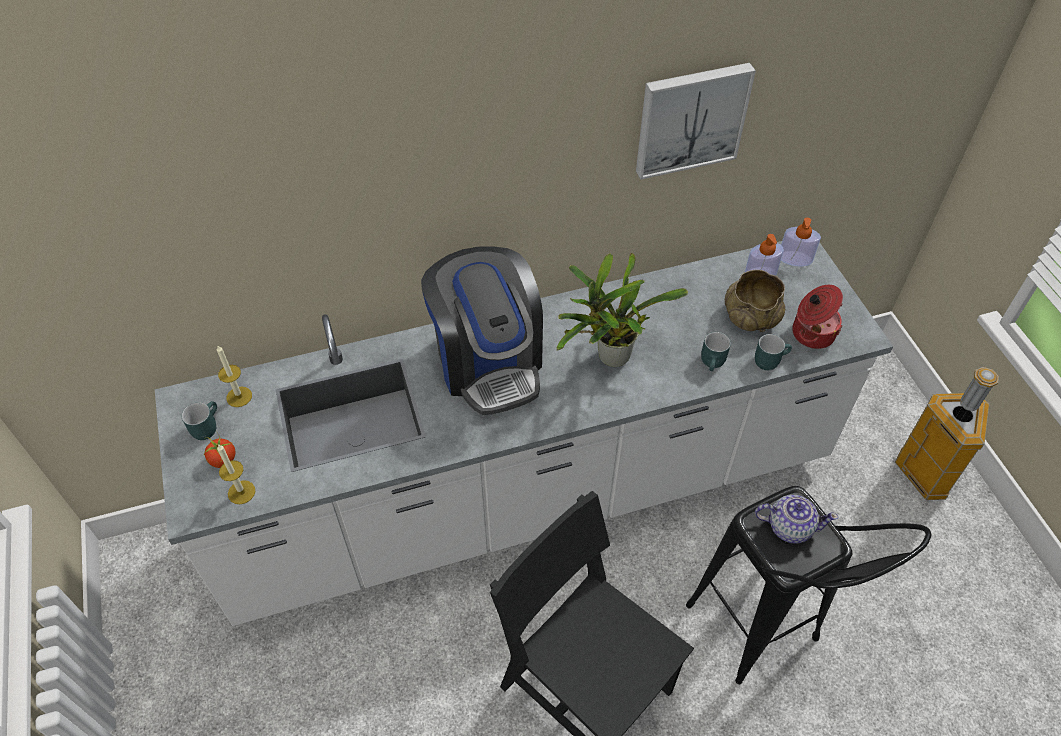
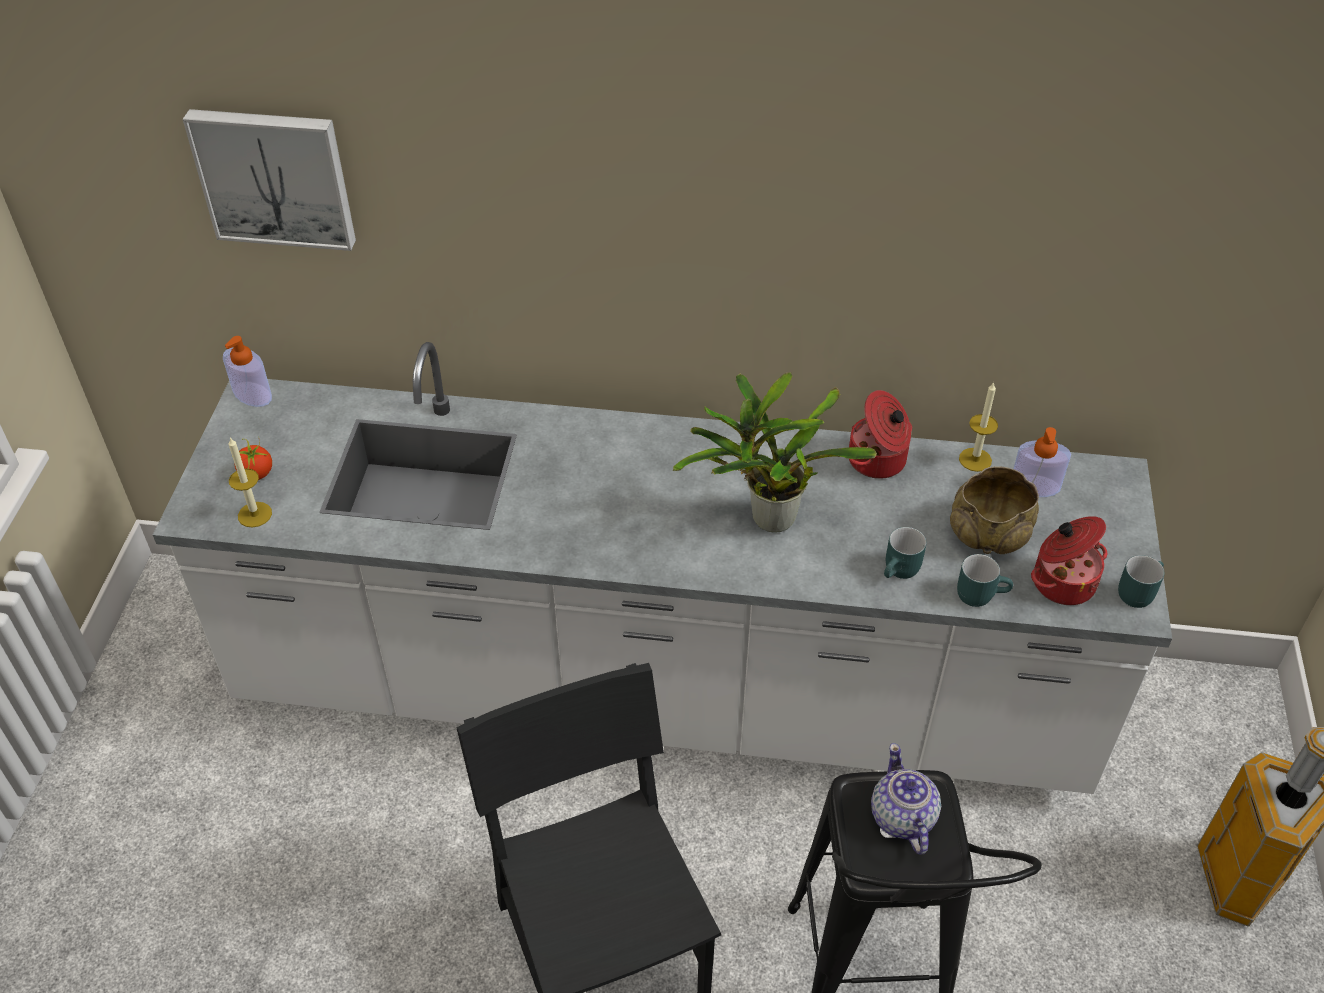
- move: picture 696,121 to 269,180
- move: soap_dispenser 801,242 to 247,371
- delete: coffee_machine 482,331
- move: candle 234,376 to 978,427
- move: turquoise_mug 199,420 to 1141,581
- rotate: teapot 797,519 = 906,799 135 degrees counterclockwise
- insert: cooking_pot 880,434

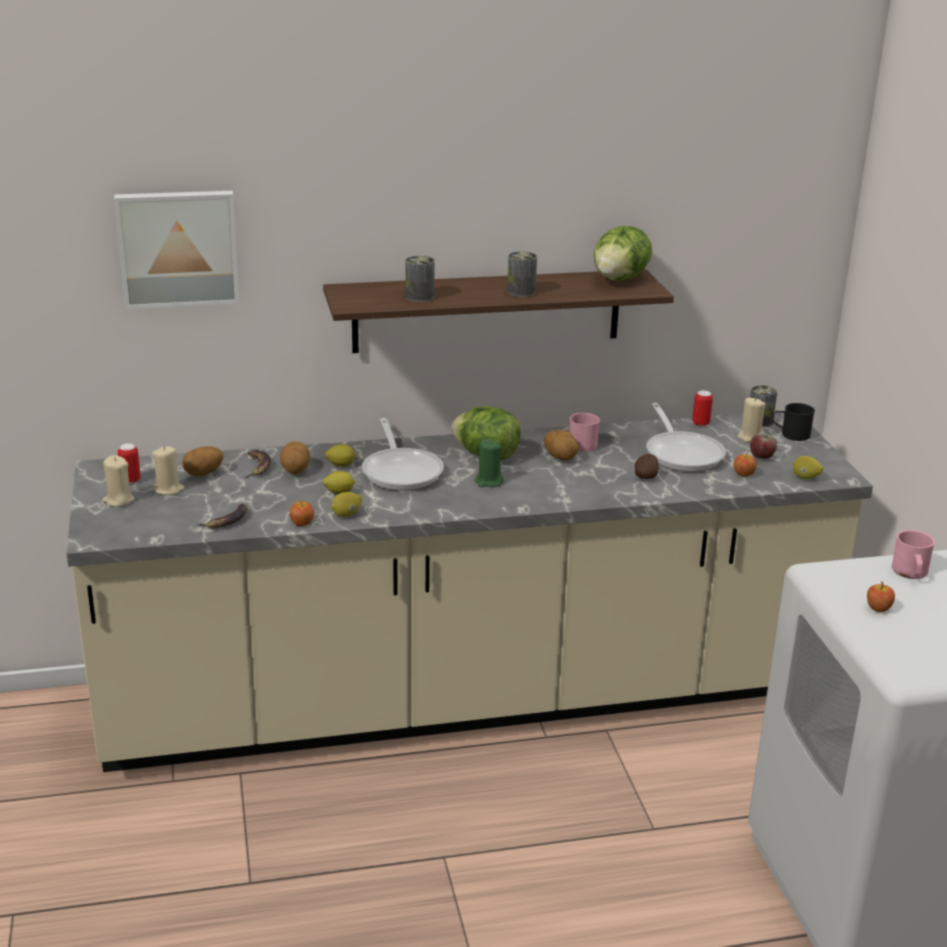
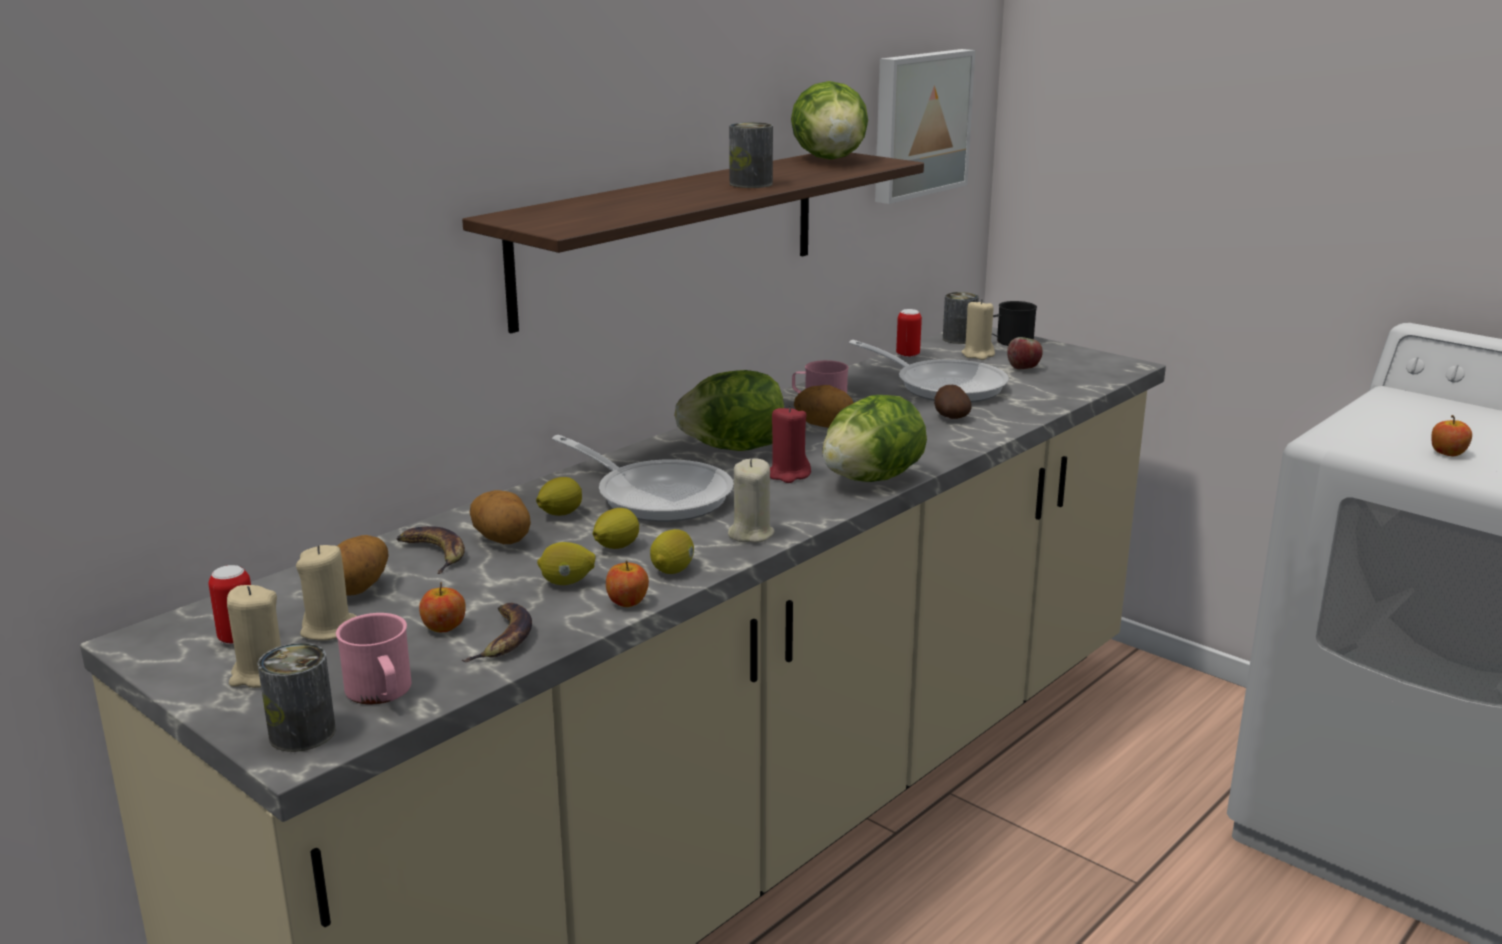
- move: picture 177,250 to 925,126
- move: can 420,279 to 296,697
- recolor: green_candle 489,463 to red_candle 790,444
- move: apple 745,464 to 442,607
- move: lemon 808,467 to 566,563
- move: pink_mug 913,554 to 374,658
- insert: lettuce 874,438
- insert: beige_candle 751,501

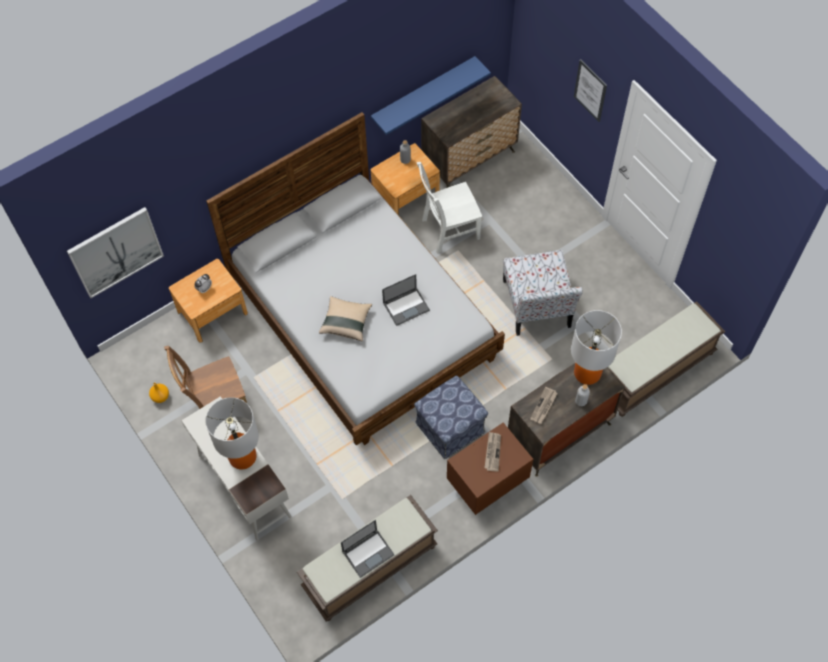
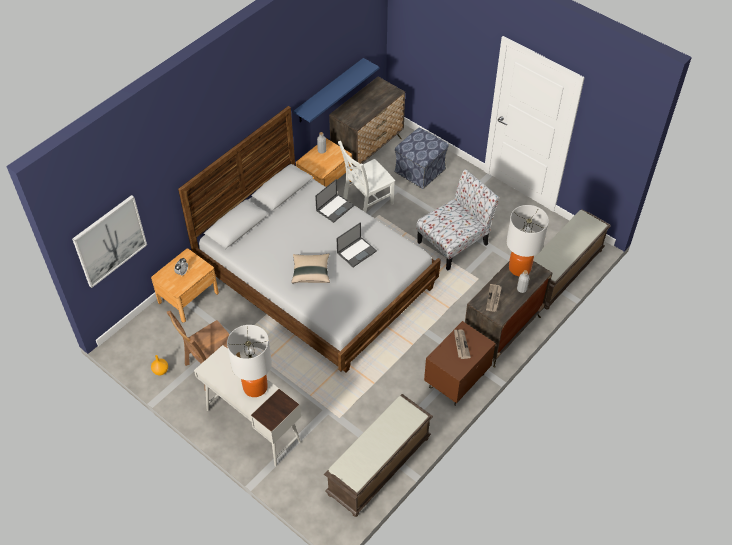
- delete: picture 590,90
- rotate: chair 543,293 = 458,220 105 degrees counterclockwise
- move: ottoman 451,417 to 422,158
- move: laptop 368,549 to 334,201

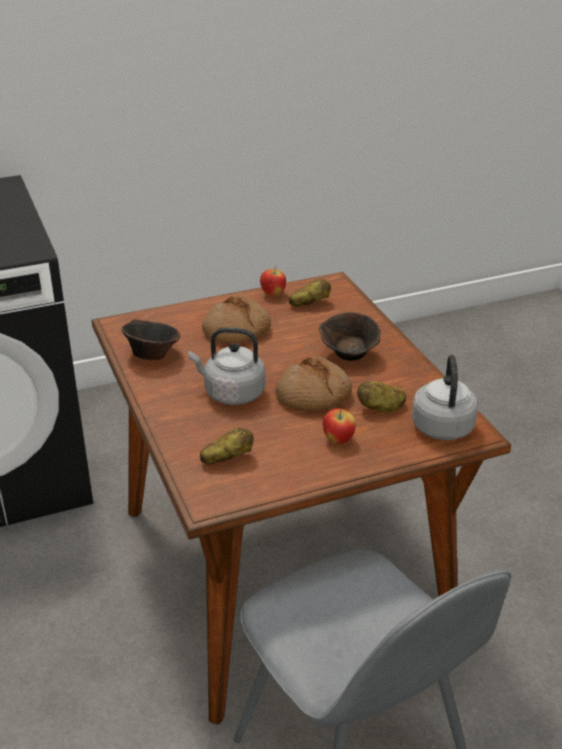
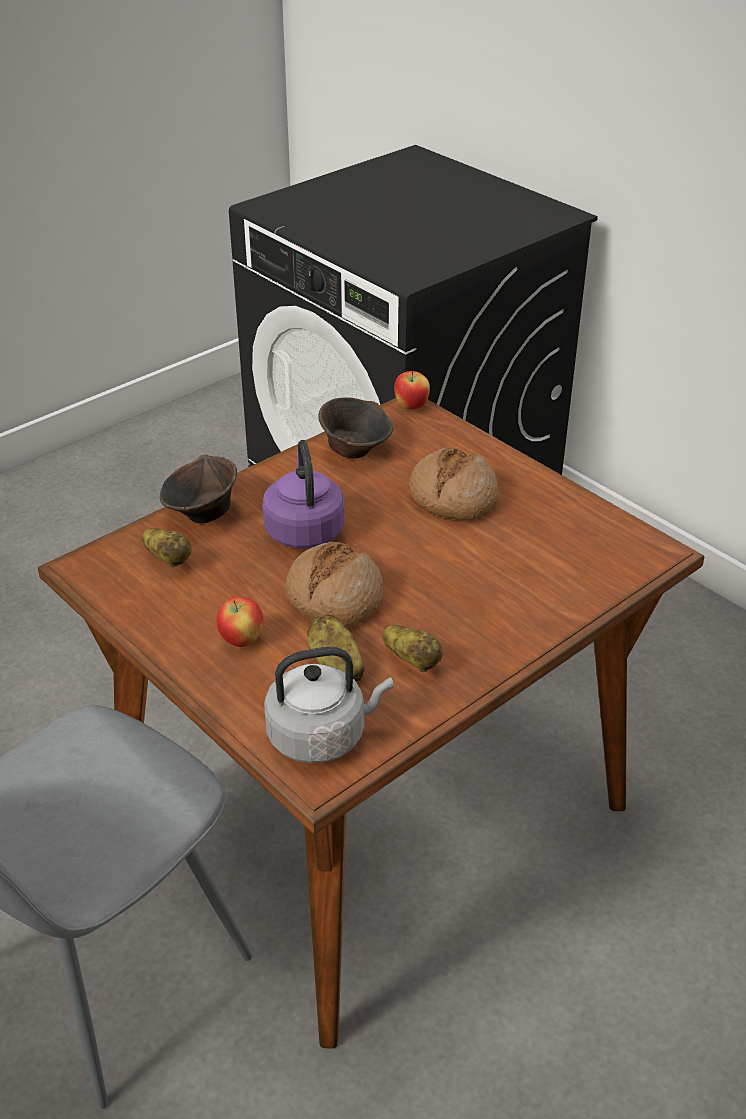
- move: apple 273,281 to 412,390
- move: potato 310,293 to 412,648
- move: brown_bowl 349,336 to 198,488
- recolor: grey_kettle 227,366 to purple_kettle 303,494

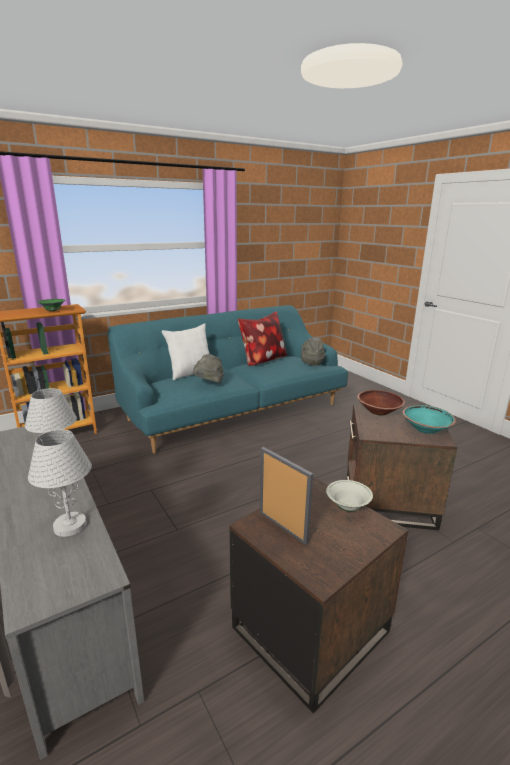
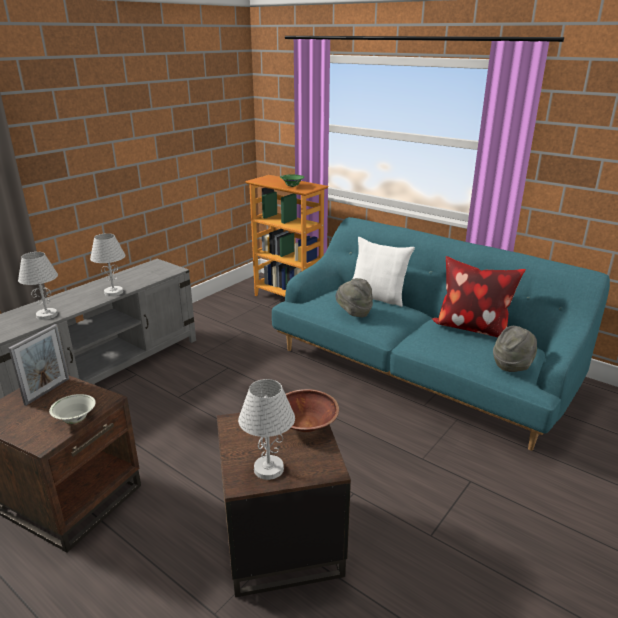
- replace: turquoise_bowl 429,419 to white_table_lamp 266,429

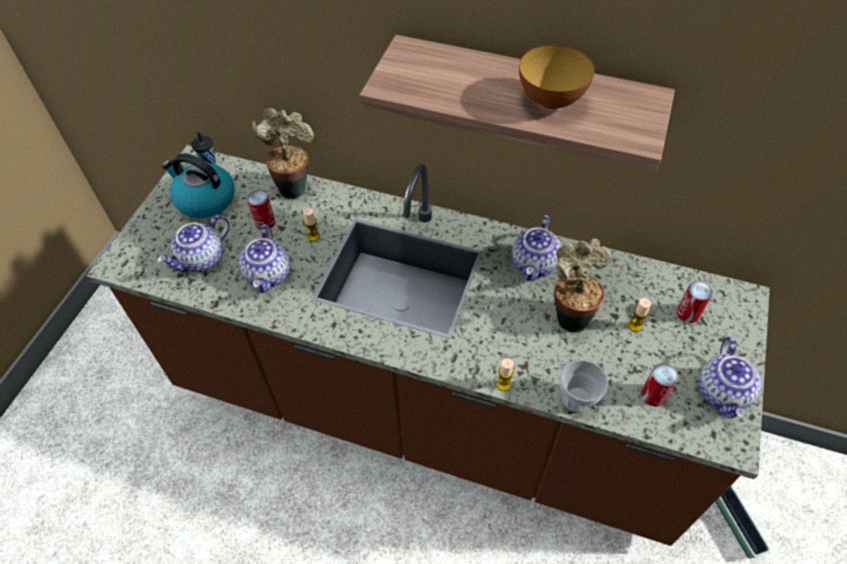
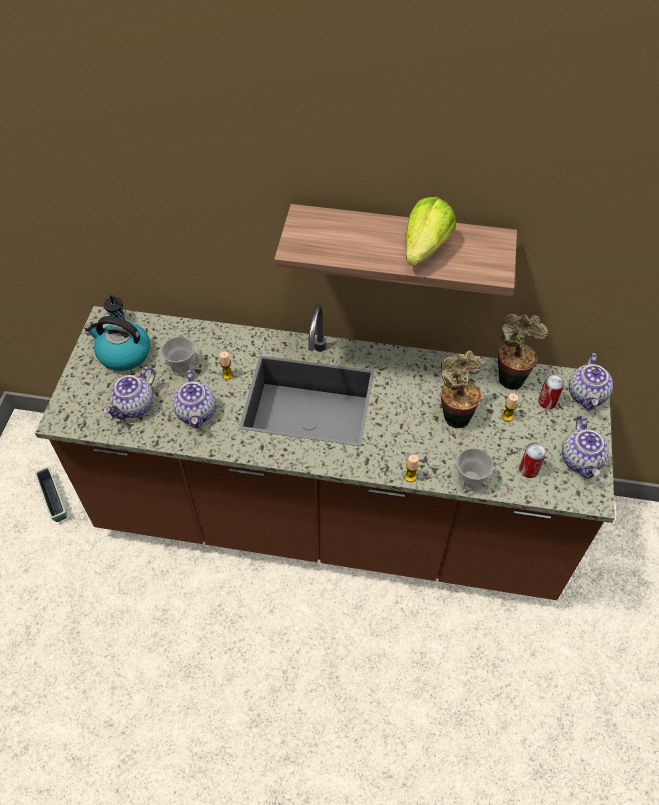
- replace: bowl 557,77 to lettuce 430,231
- move: potted_plant 283,153 to 523,352
- replace: can 261,210 to cup 178,356
- move: teapot 536,247 to 591,381
- move: planter 743,521 to 51,494

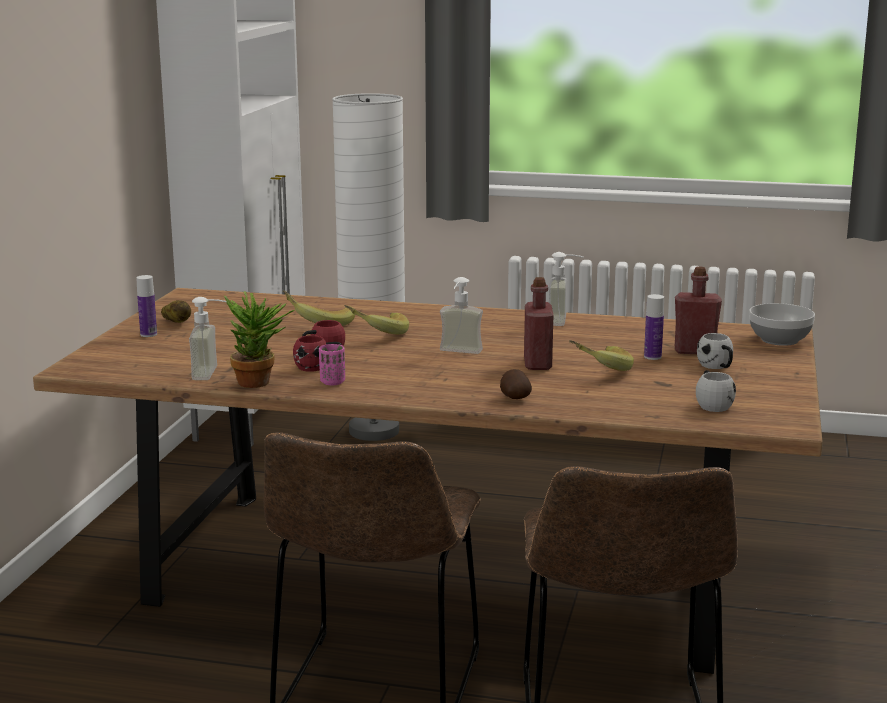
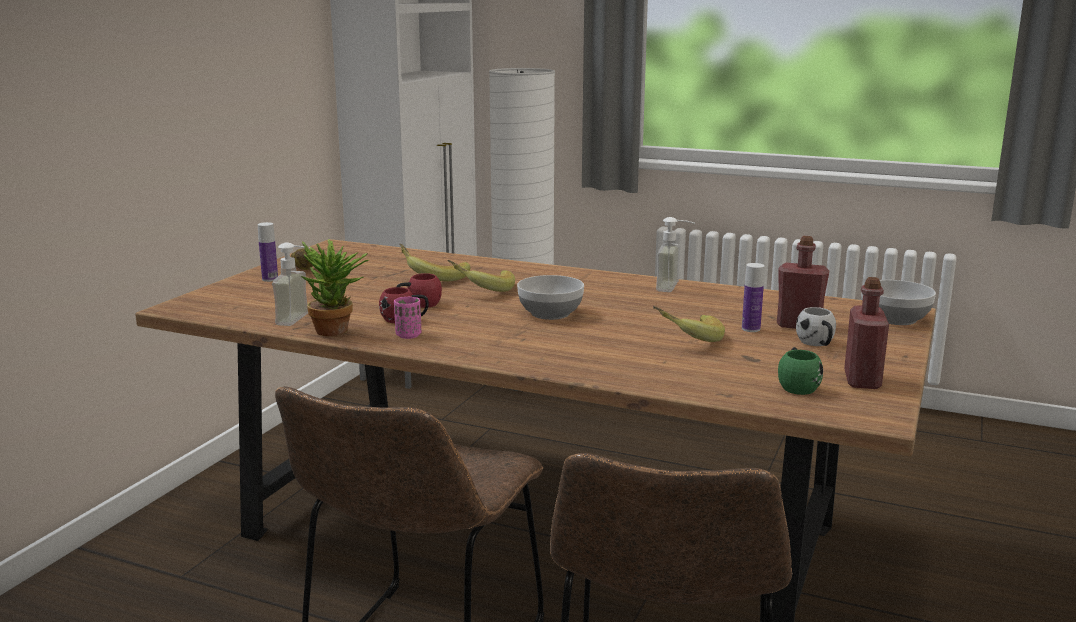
- replace: soap_dispenser 461,315 to bowl 550,297
- move: red_bottle 538,323 to 866,333
- delete: potato 516,384
- recolor: white_mug 716,391 to green_mug 800,371

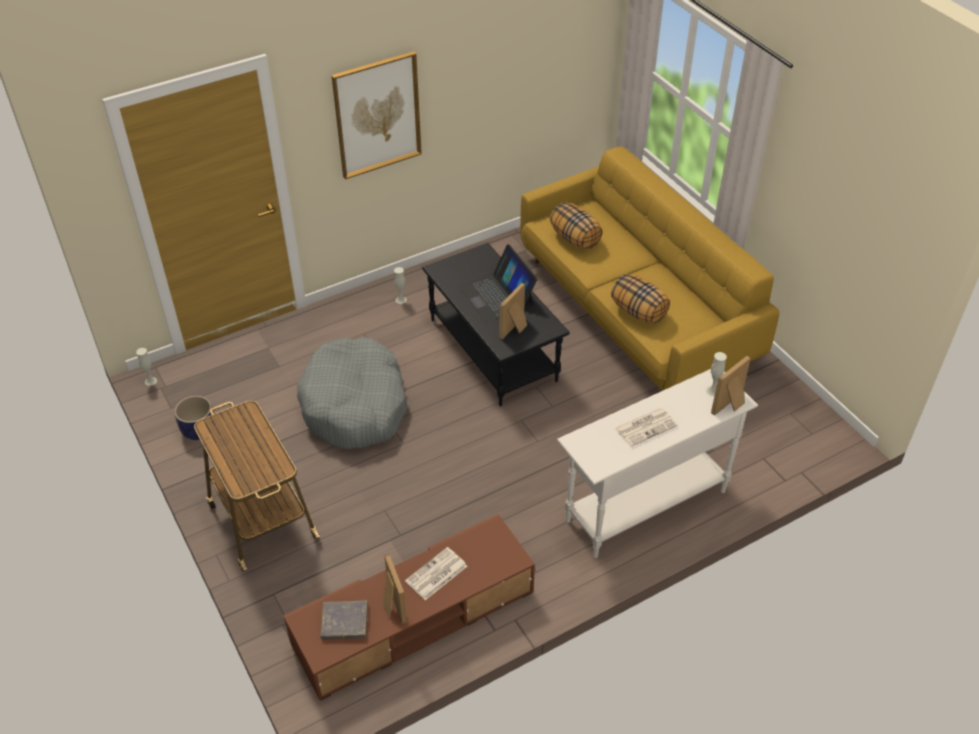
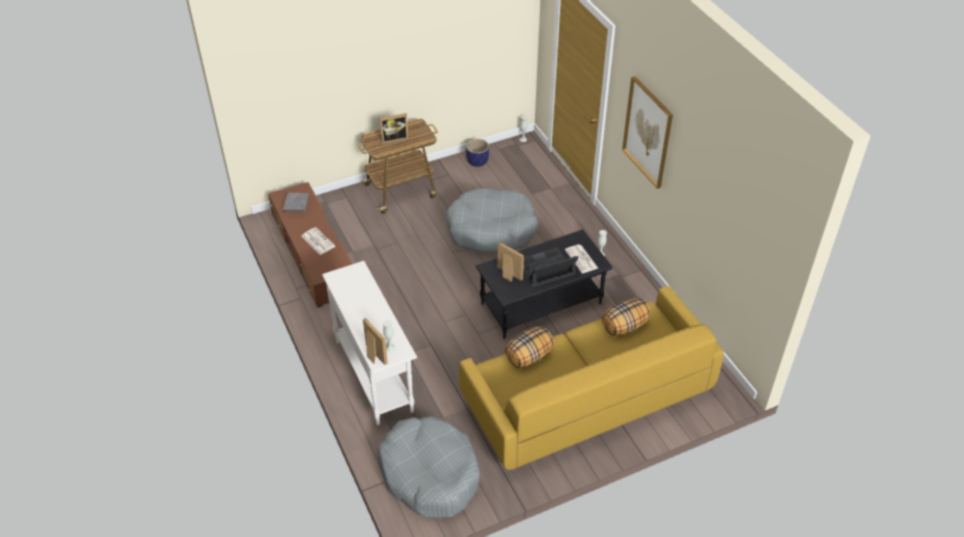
- move: newspaper 646,427 to 581,258
- move: picture_frame 395,589 to 394,128
- insert: grey_dog_bed 428,467

